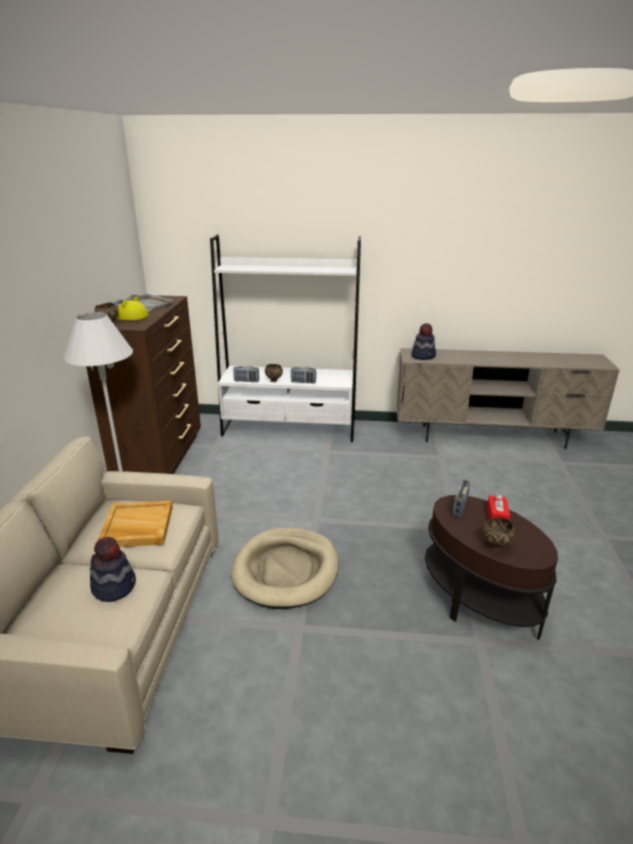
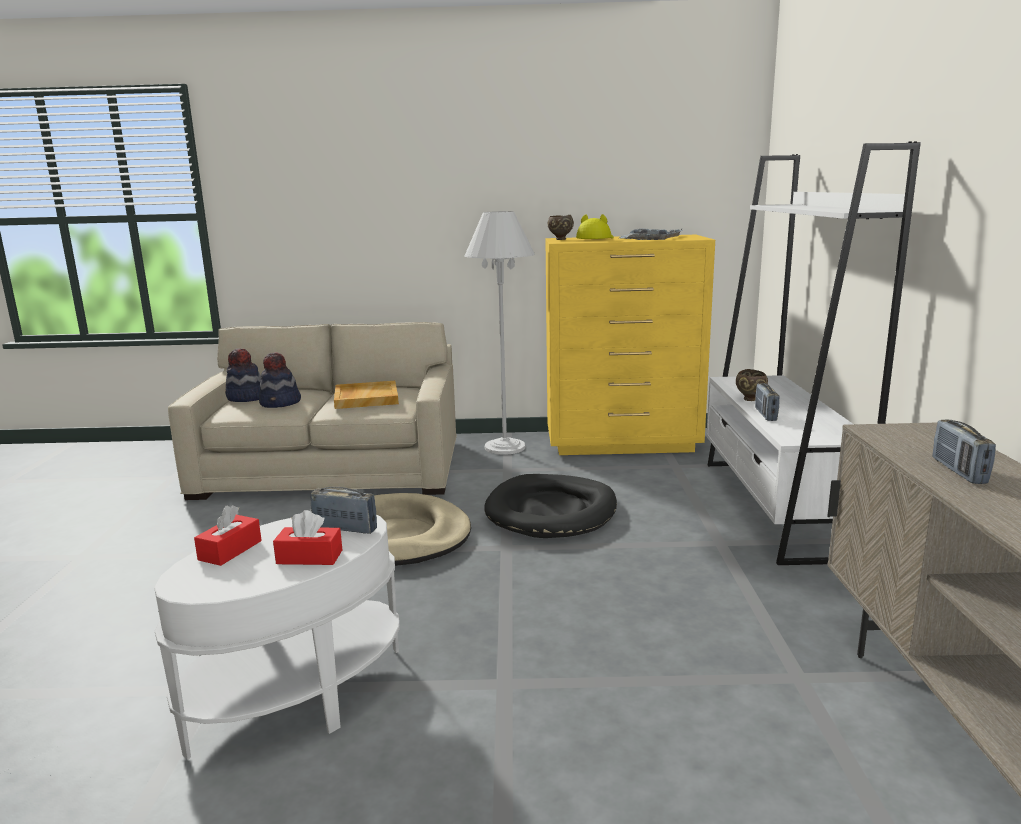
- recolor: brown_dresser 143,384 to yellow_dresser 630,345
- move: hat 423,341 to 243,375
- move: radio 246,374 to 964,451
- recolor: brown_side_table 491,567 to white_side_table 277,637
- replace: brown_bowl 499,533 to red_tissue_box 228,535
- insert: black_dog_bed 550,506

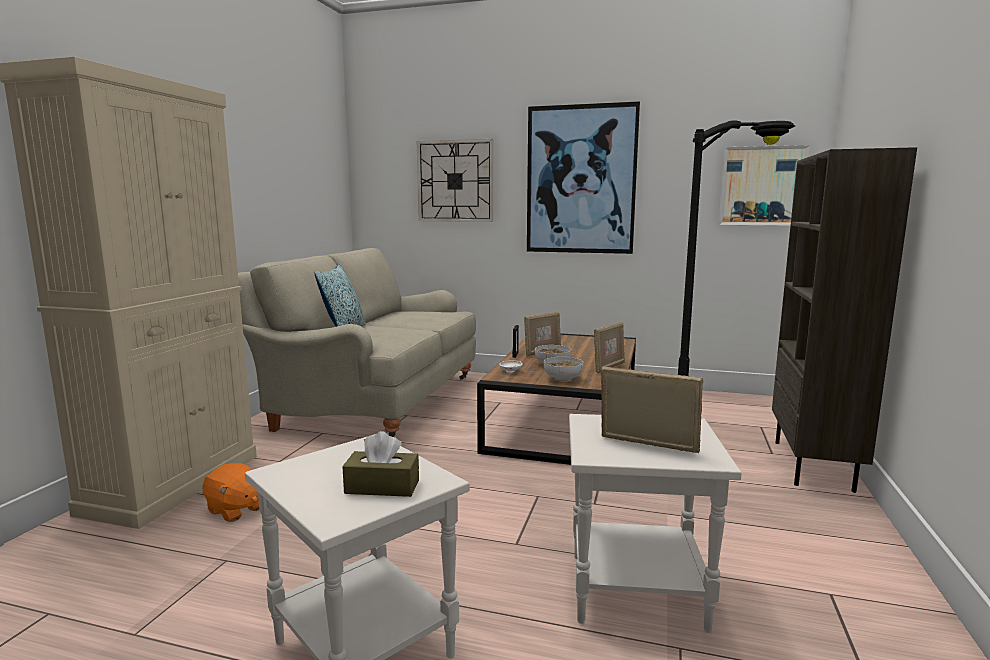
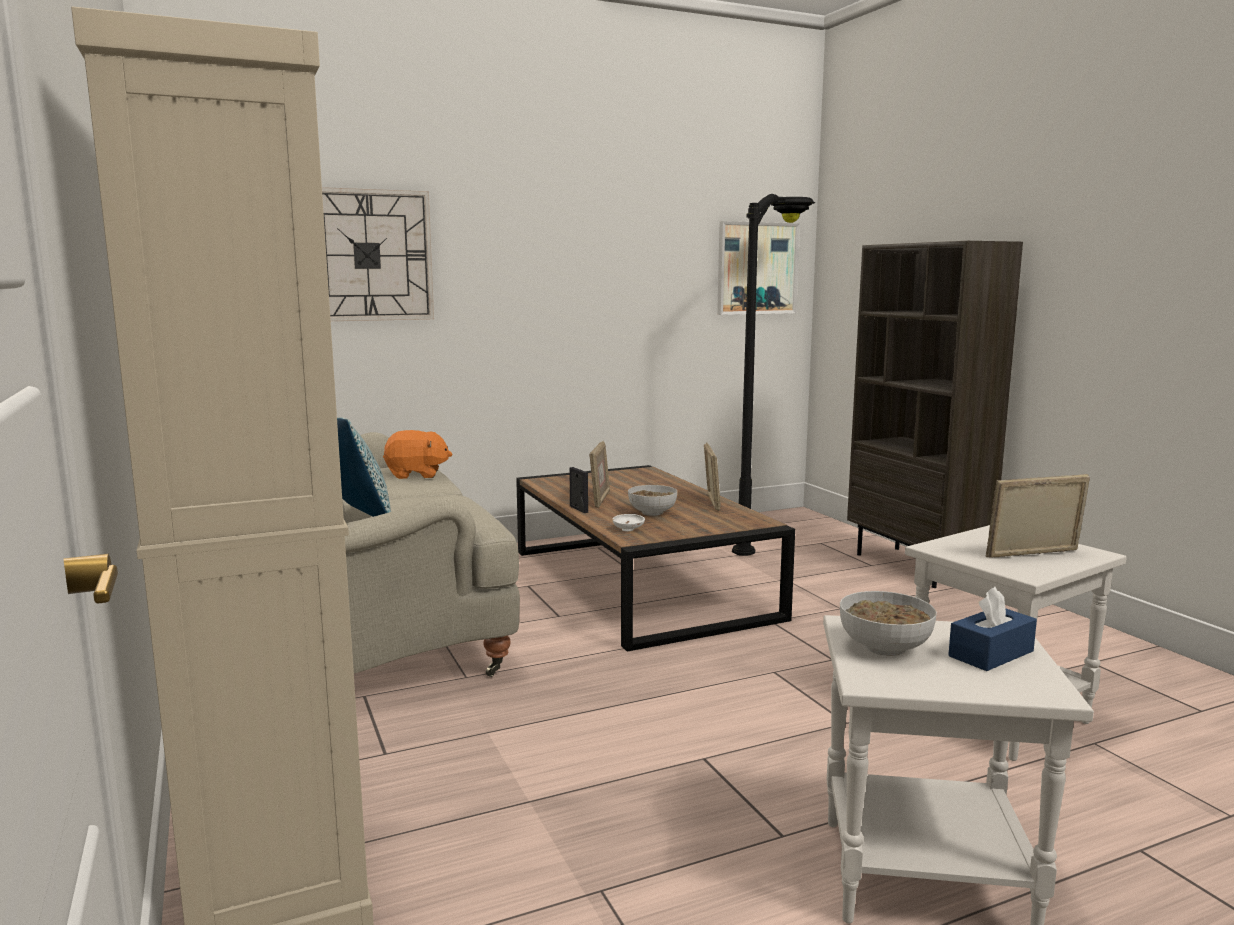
- delete: picture 583,177
- move: bowl 563,369 to 888,623
- recolor: brown_tissue_box 380,464 to blue_tissue_box 992,629
- move: orange_plush_toy 230,492 to 417,454

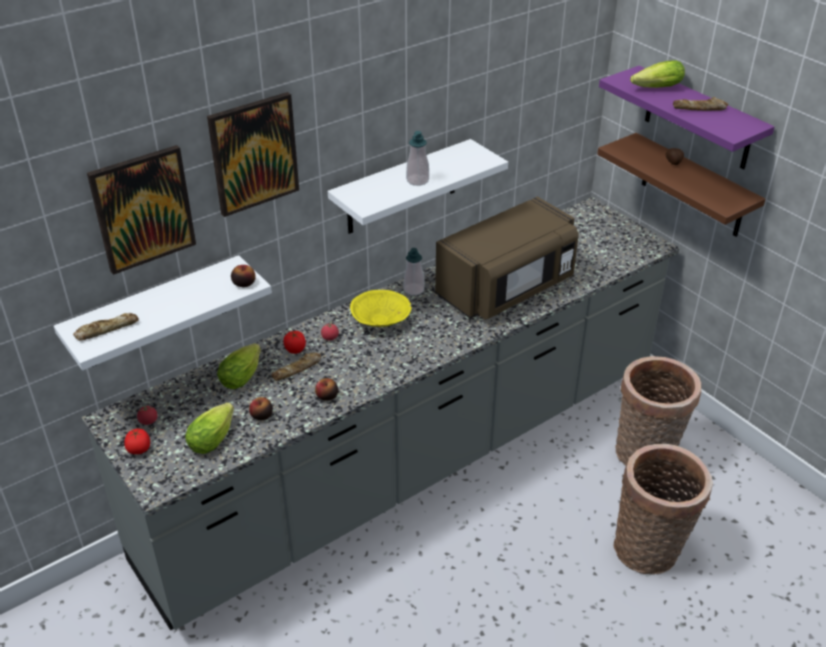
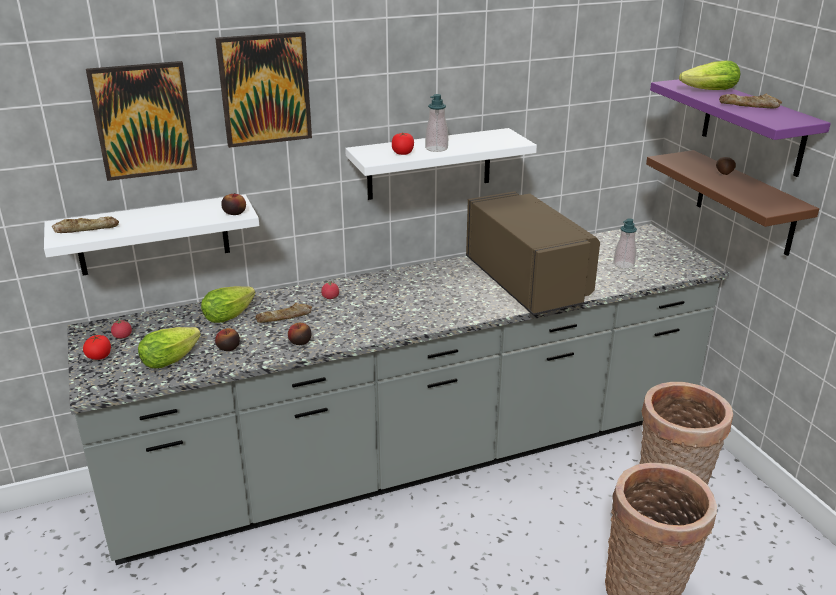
- rotate: brown_microwave 507,258 = 533,253 90 degrees counterclockwise
- move: soap_dispenser 414,271 to 625,243
- delete: yellow_bowl 381,308
- move: tomato 294,342 to 403,144

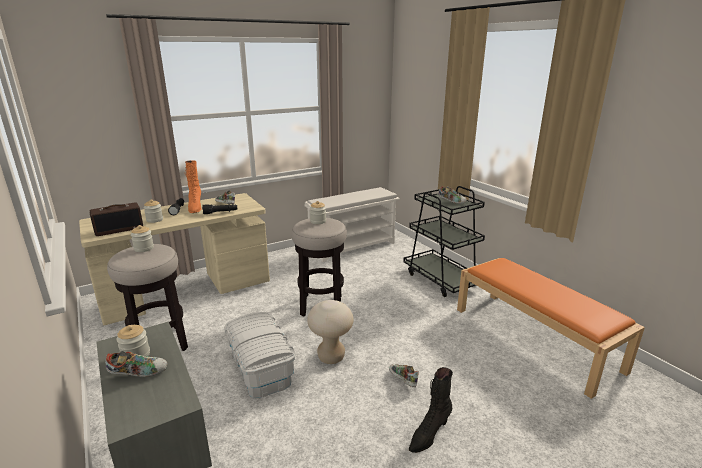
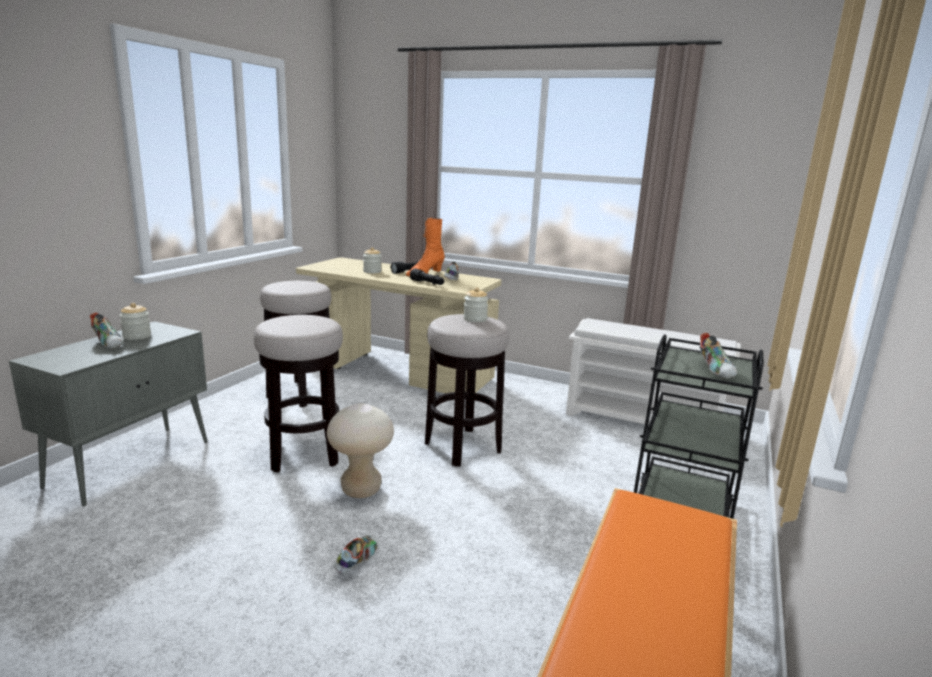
- delete: radio 116,219
- delete: jar 142,238
- replace: white_storage_box 259,355 to stool 298,394
- delete: black_boot 431,410

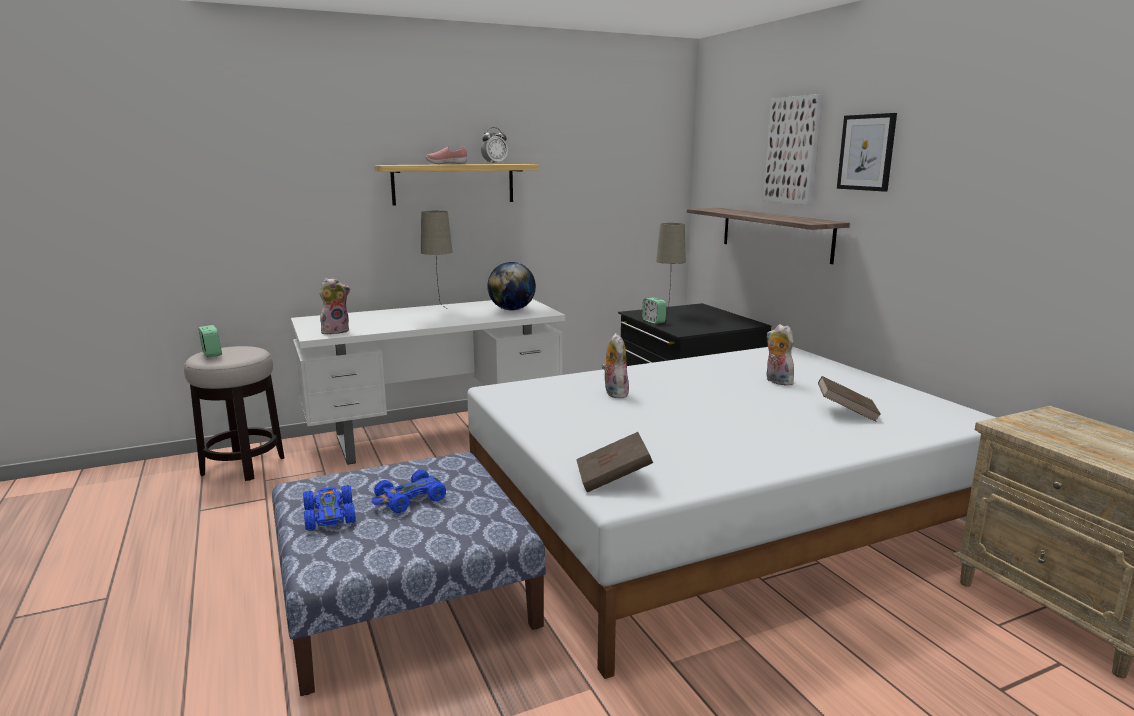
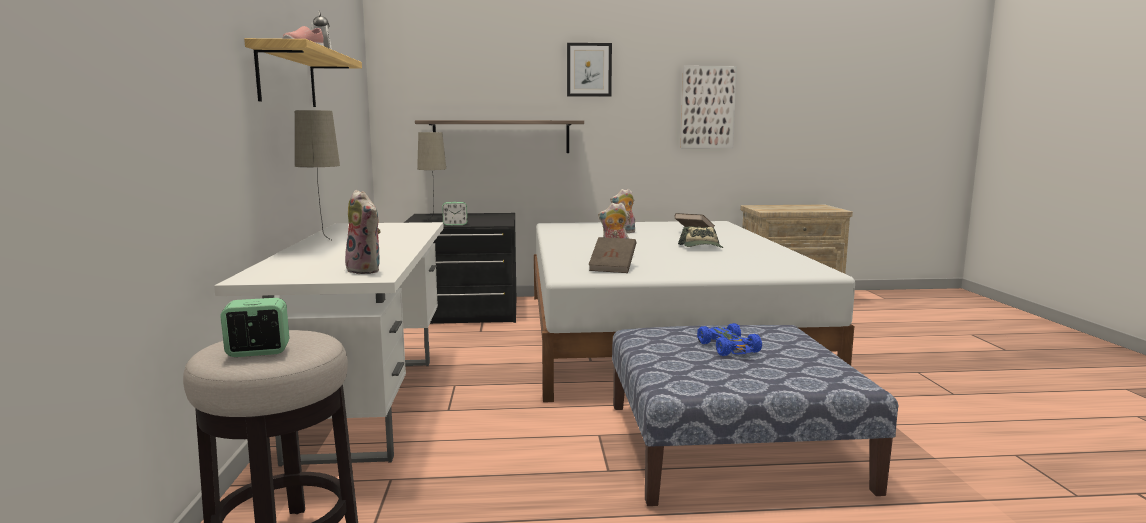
- move: picture 793,149 to 709,107
- delete: globe 511,286
- rotate: plush_toy 334,306 = 363,232 150 degrees clockwise
- move: brown_book 614,462 to 613,255
- delete: blue_toy_car 329,507
- insert: cap 700,237

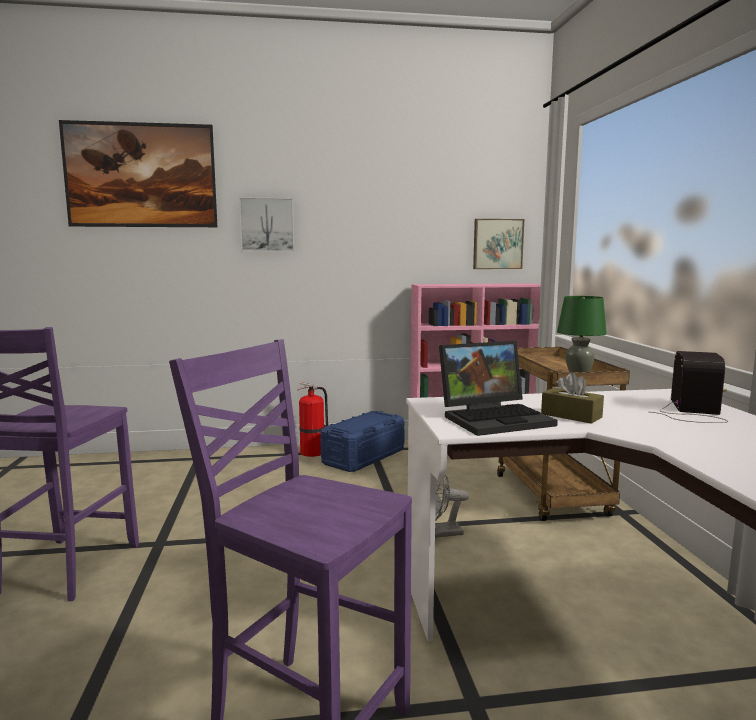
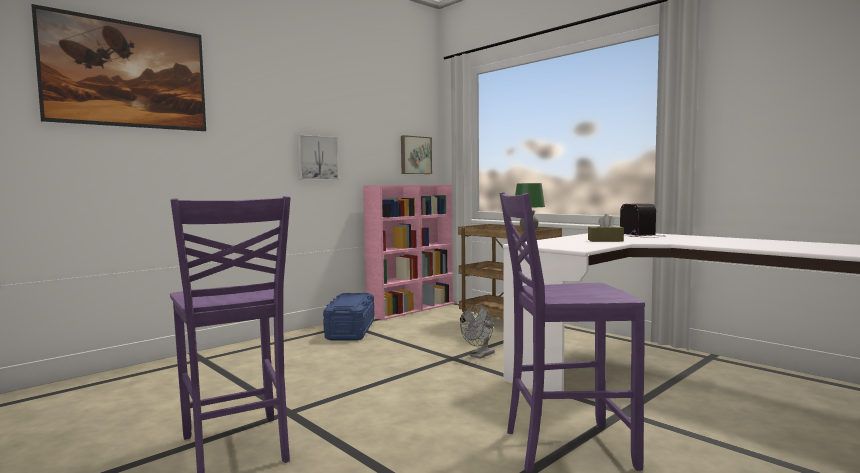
- move: picture 266,224 to 318,157
- delete: laptop 498,388
- delete: fire_extinguisher 312,419

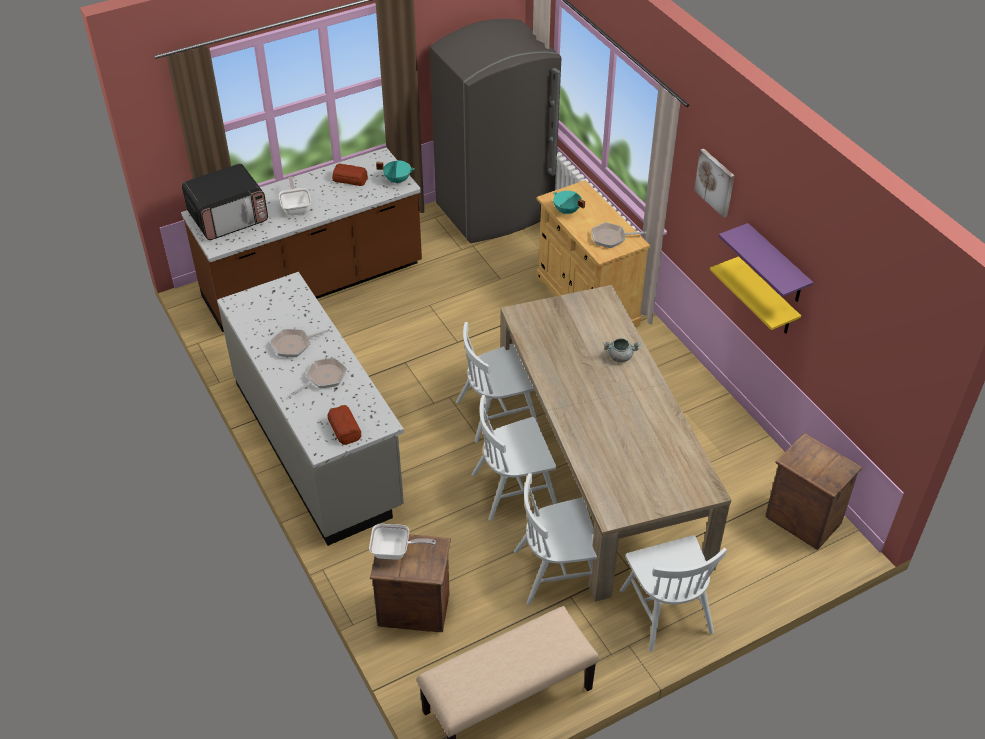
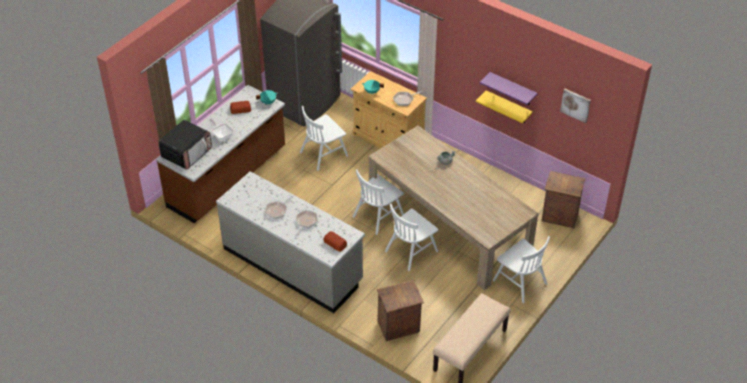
- move: picture 714,183 to 575,106
- move: white_chair 555,539 to 324,138
- delete: frying_pan 402,542

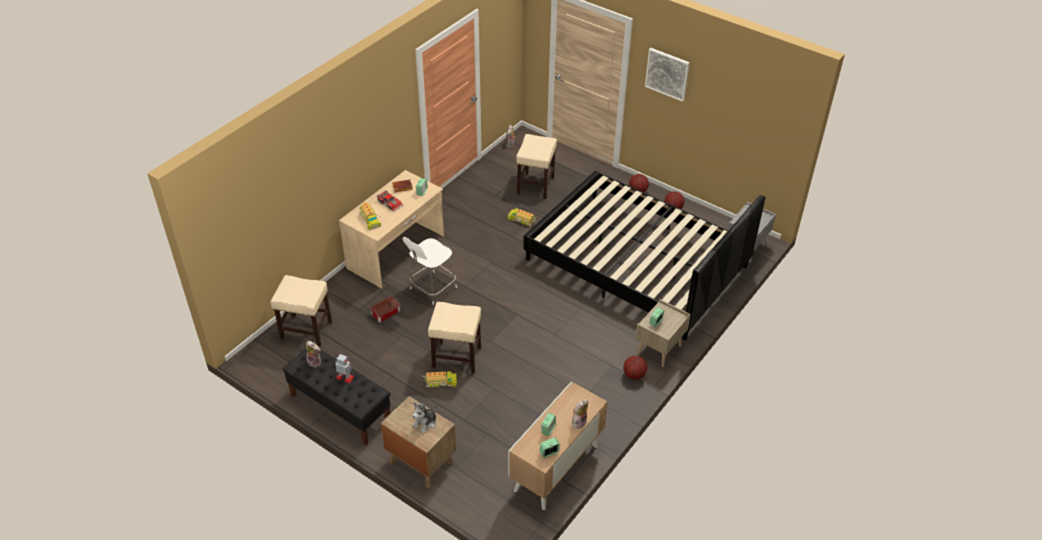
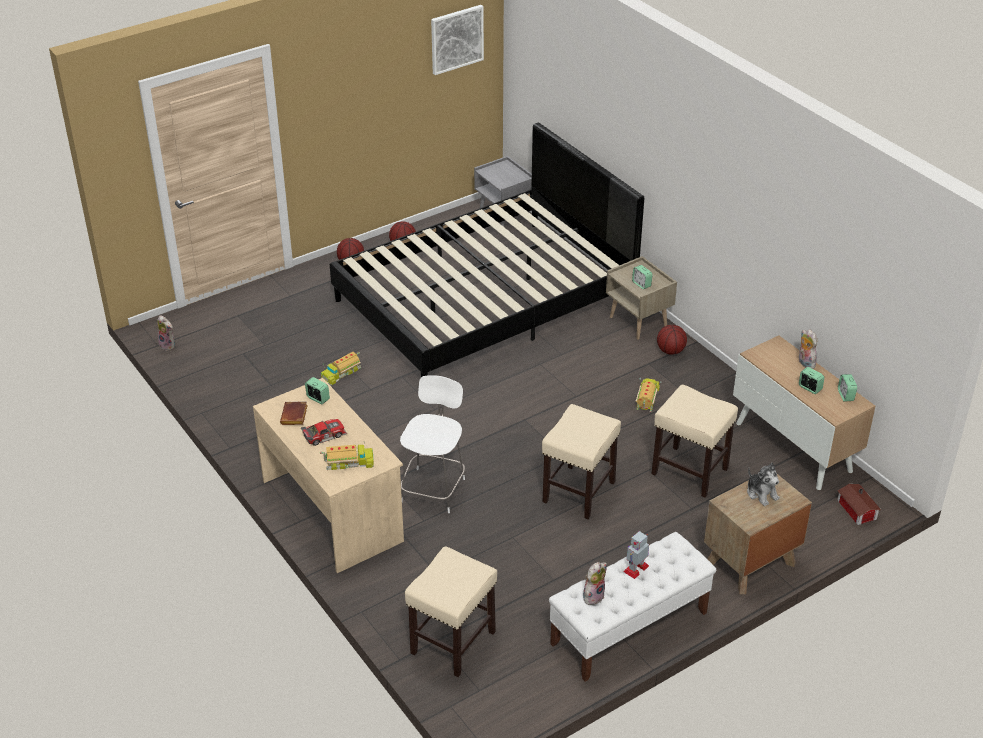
- move: picture 667,75 to 457,40
- move: beige_stool 536,166 to 694,441
- rotate: white_chair 430,271 = 432,444 135 degrees counterclockwise
- move: toy_house 385,309 to 859,504
- recolor: black_bench 336,397 to white_bench 632,607
- move: toy_truck 439,379 to 648,395

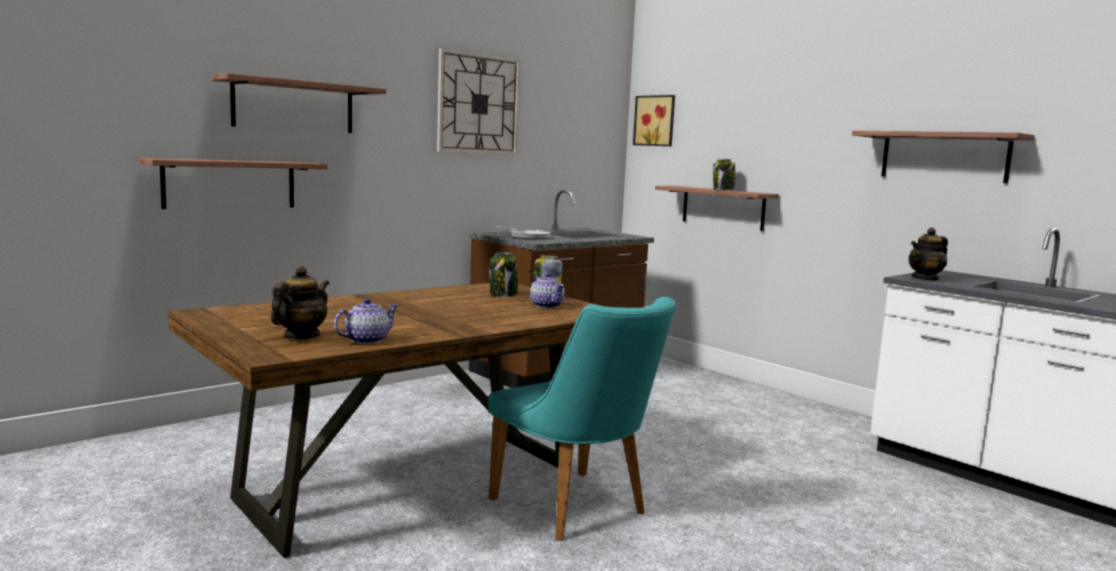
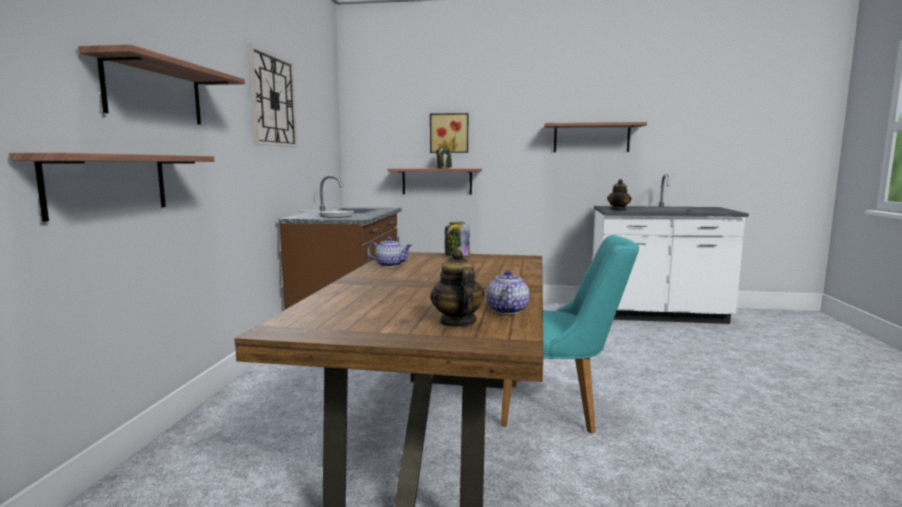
- move: picture 654,120 to 449,133
- delete: jar 503,274
- move: teapot 547,290 to 389,252

